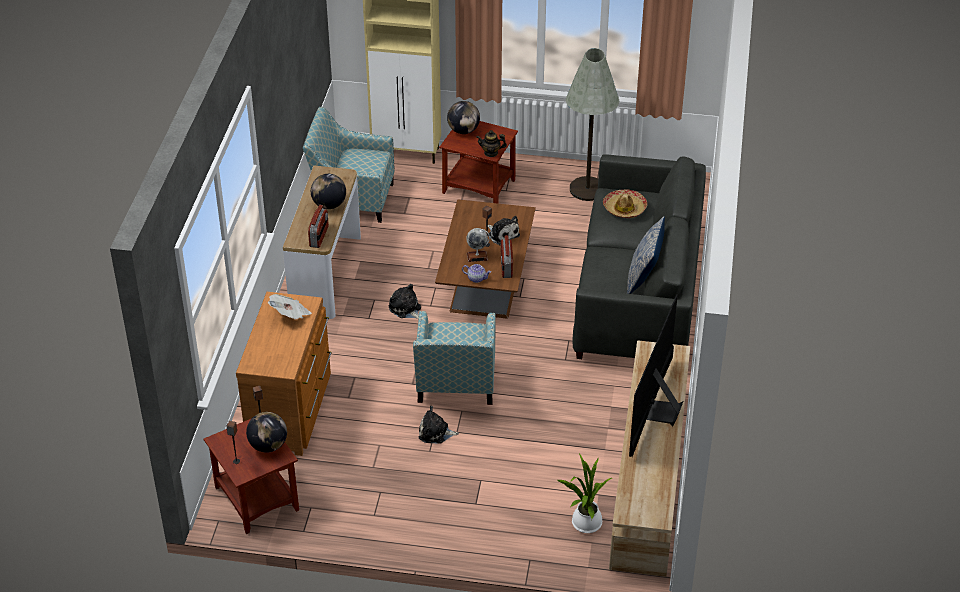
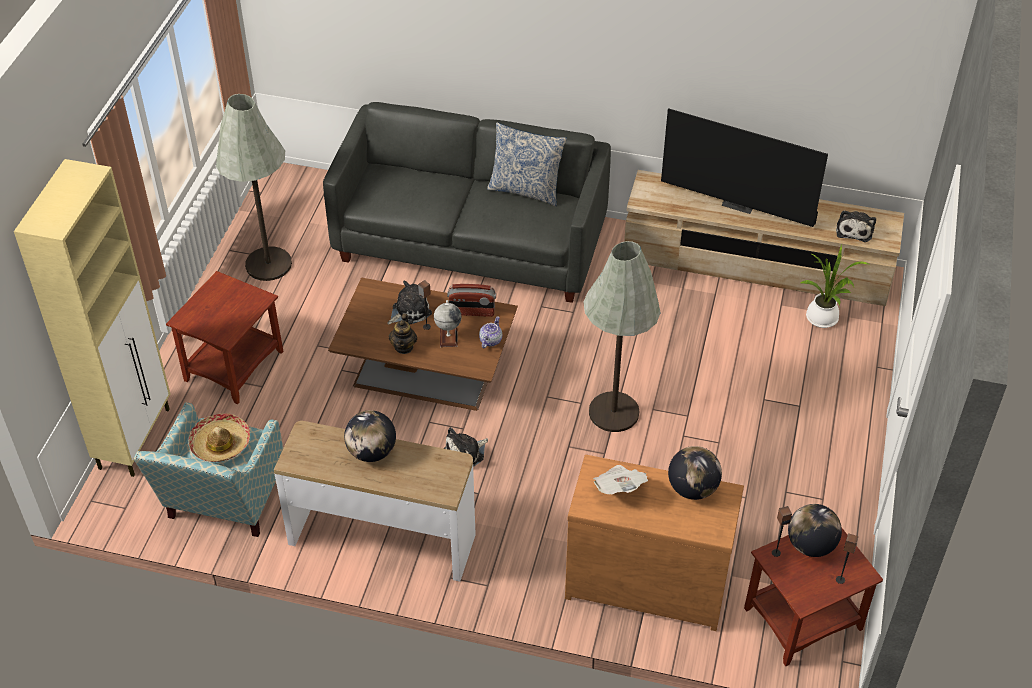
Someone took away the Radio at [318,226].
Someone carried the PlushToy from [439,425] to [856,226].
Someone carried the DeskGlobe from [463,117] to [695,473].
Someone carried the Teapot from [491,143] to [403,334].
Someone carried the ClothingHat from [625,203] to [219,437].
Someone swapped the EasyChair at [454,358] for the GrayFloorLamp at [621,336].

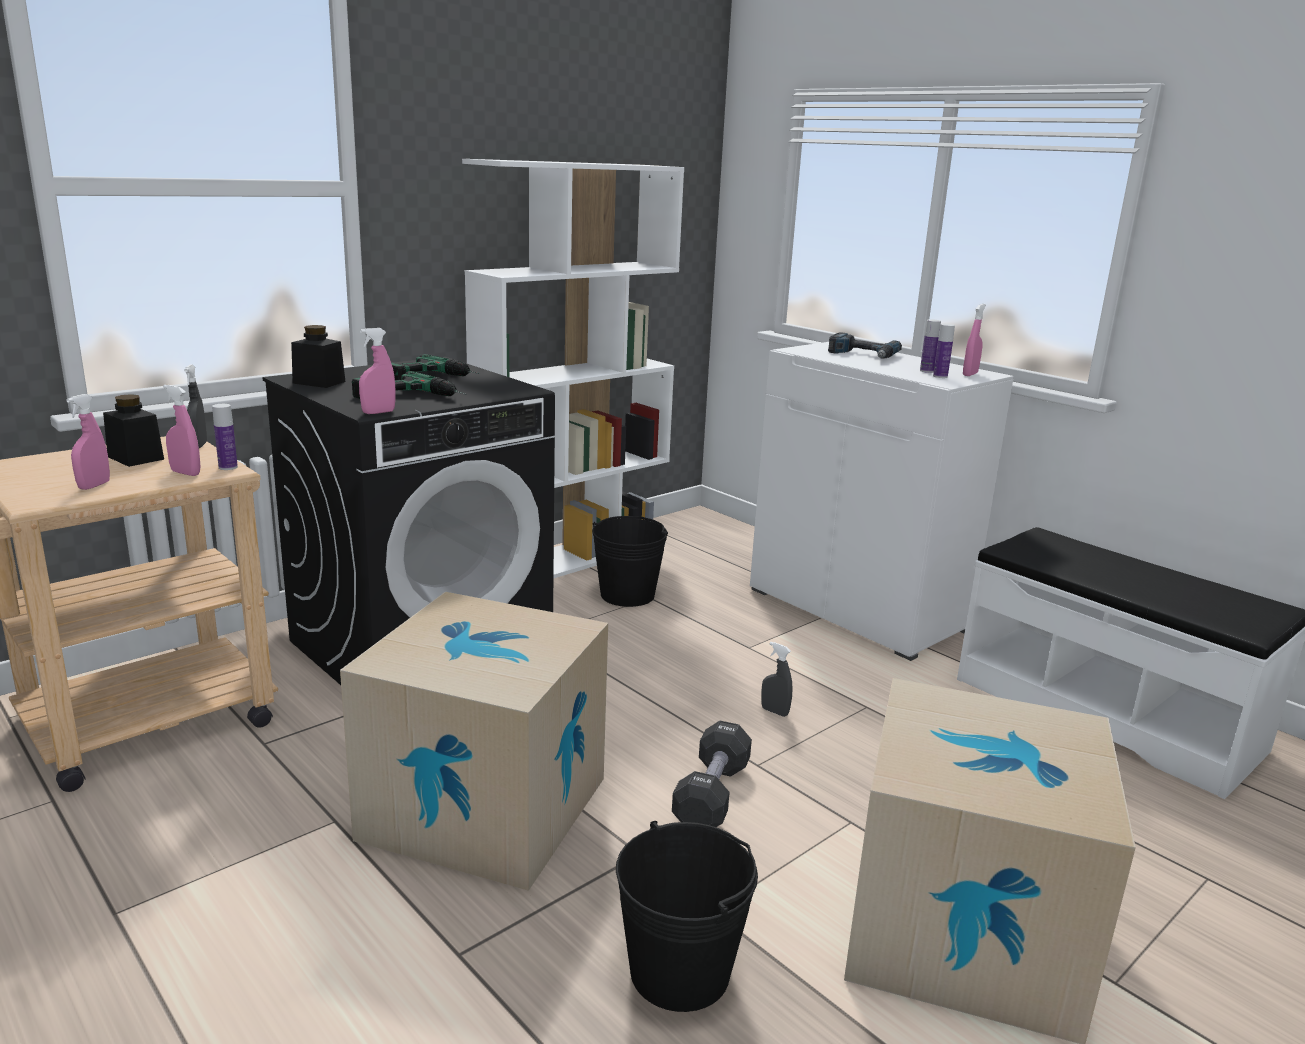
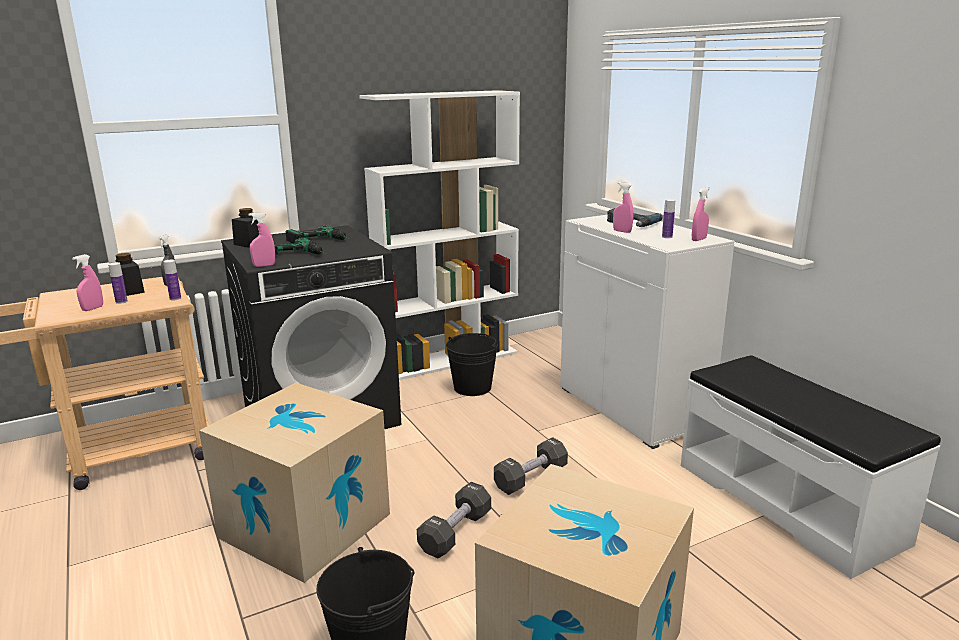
Someone carried the PinkHandSprayer from [181,430] to [623,207].
Someone carried the Bottle from [944,351] to [118,283].
Someone swapped the GrayHandSprayer at [777,679] for the BlackishFreeWeight at [531,466].

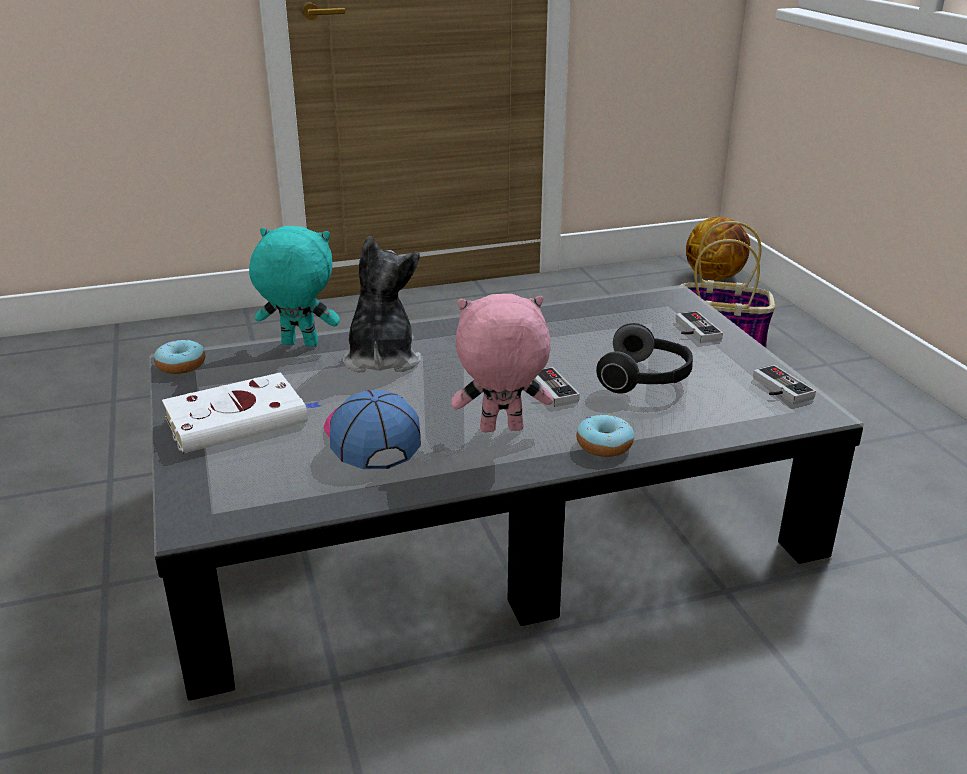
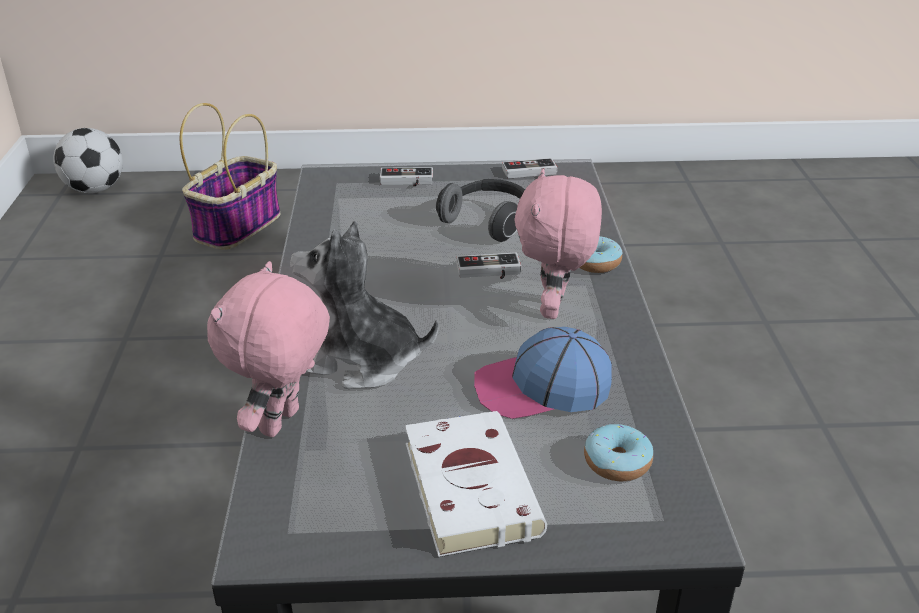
Someone carried the Donut from [179,357] to [618,452].
Someone swapped the BasketballBall at [718,248] for the BallForFootball at [88,160].
Someone repainted the TurquoisePlushToy at [294,286], which became the PinkPlushToy at [268,349].

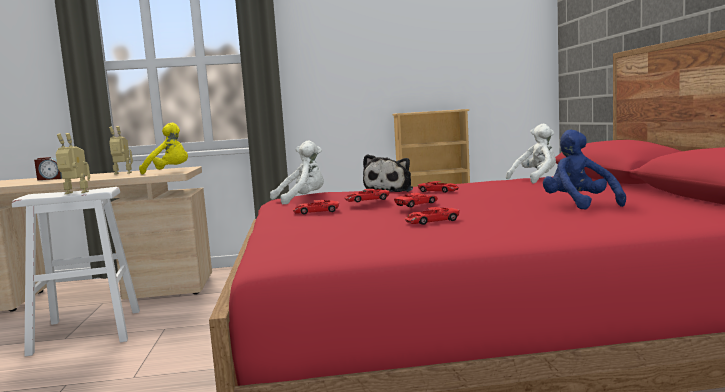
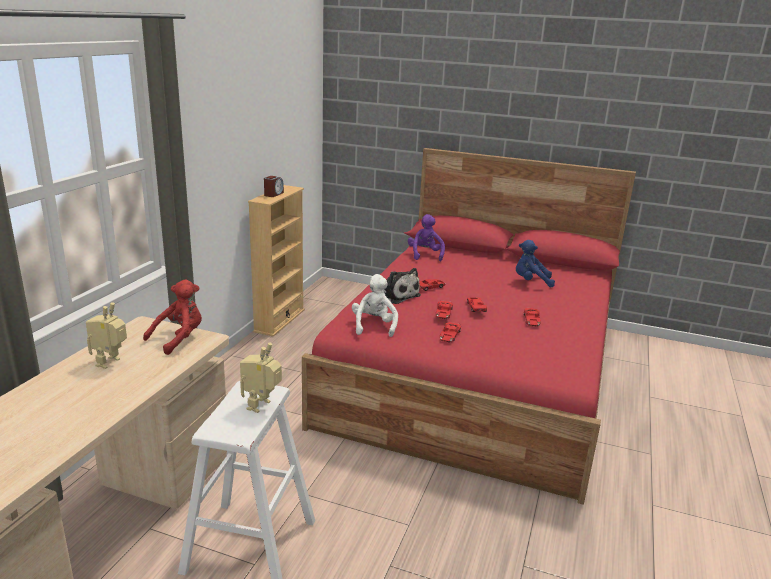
Someone carried the BedsideClock from [48,168] to [274,186].
Someone repainted the YellowPlushToy at [163,149], which became the RedColouredPlushToy at [172,317].
Someone repainted the WhiteColouredPlushToy at [531,154], which became the PurpleColouredPlushToy at [426,237].

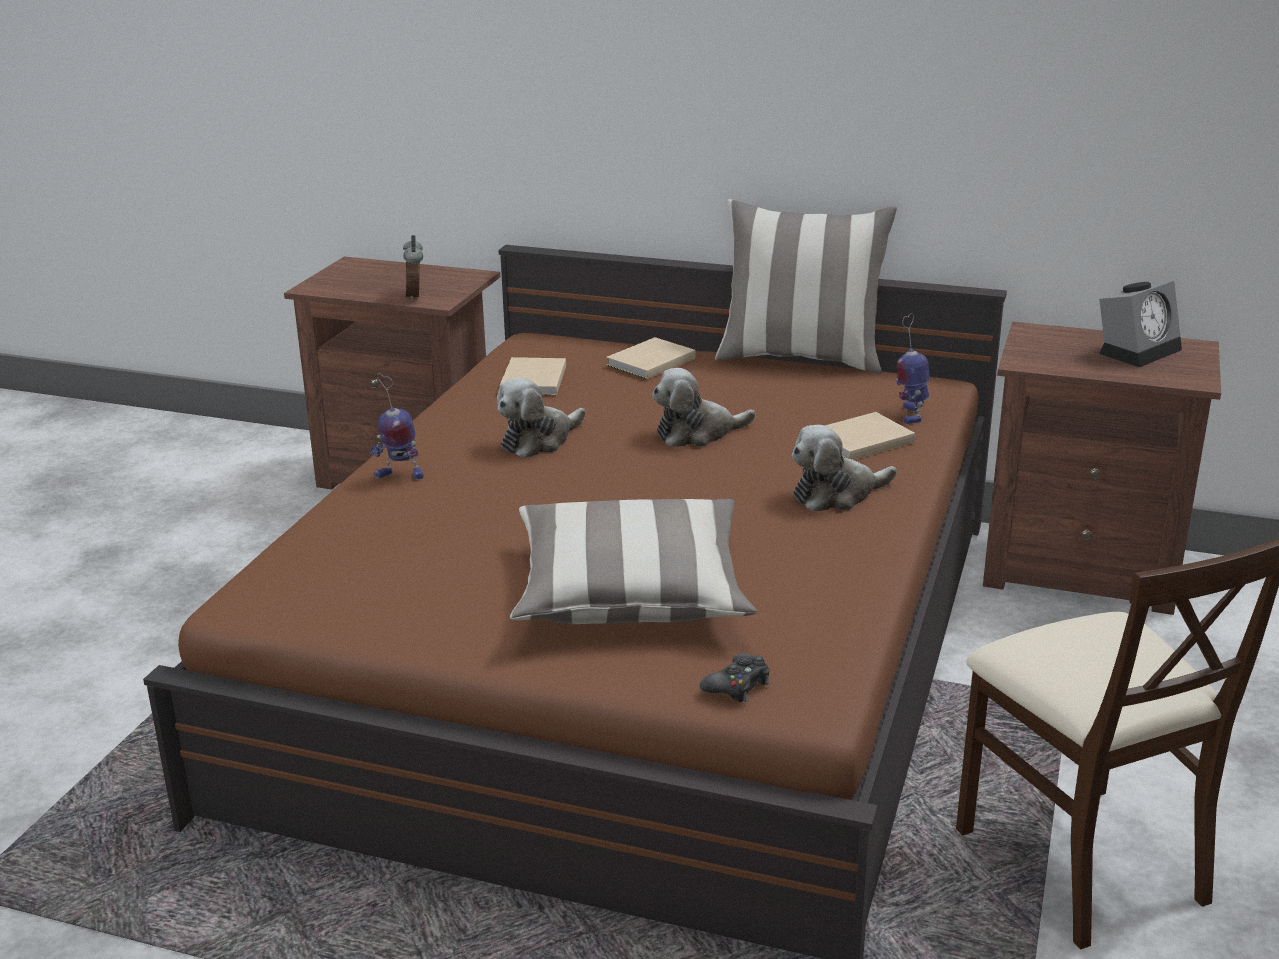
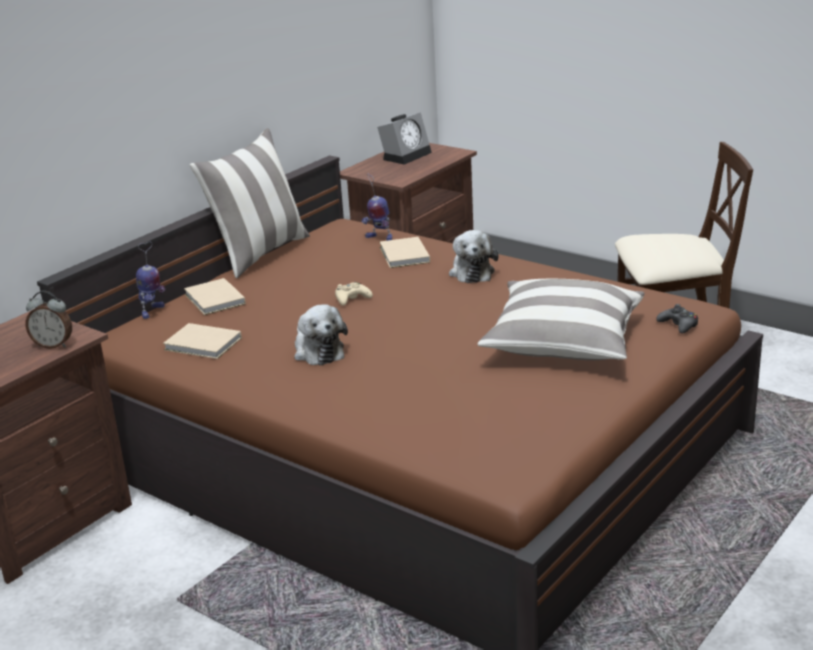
Someone carried the RobotFigure from [397,426] to [150,280].
Someone swapped the PlushToy at [704,407] for the BeigeColouredGameController at [354,294].
Someone rotated the BedsideClock at [1140,324] by 60 degrees clockwise.

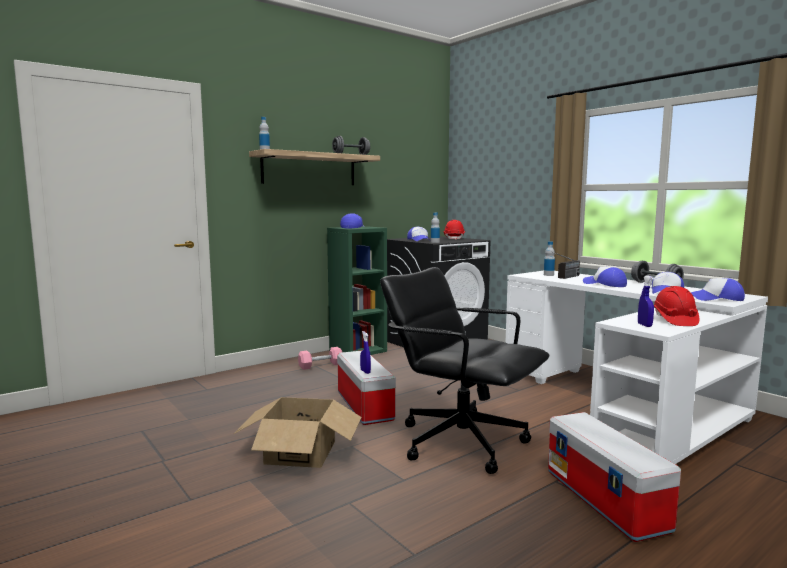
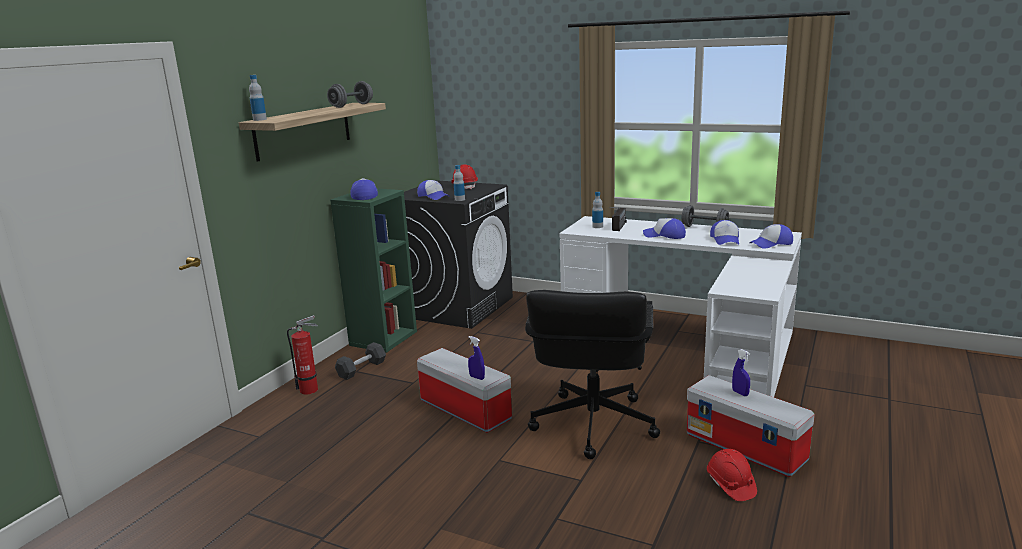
Someone took away the Carton at [297,432].
Someone put down the FireExtinguisher at [302,354].
Someone carried the BlueHandSprayer from [646,301] to [741,372].
Someone carried the RedColouredSafetyHelmet from [676,306] to [732,475].
Someone repainted the PinkFreeWeight at [320,358], which became the BlackishFreeWeight at [360,361].
Someone rotated the BlackishComputerChair at [464,370] by 90 degrees counterclockwise.

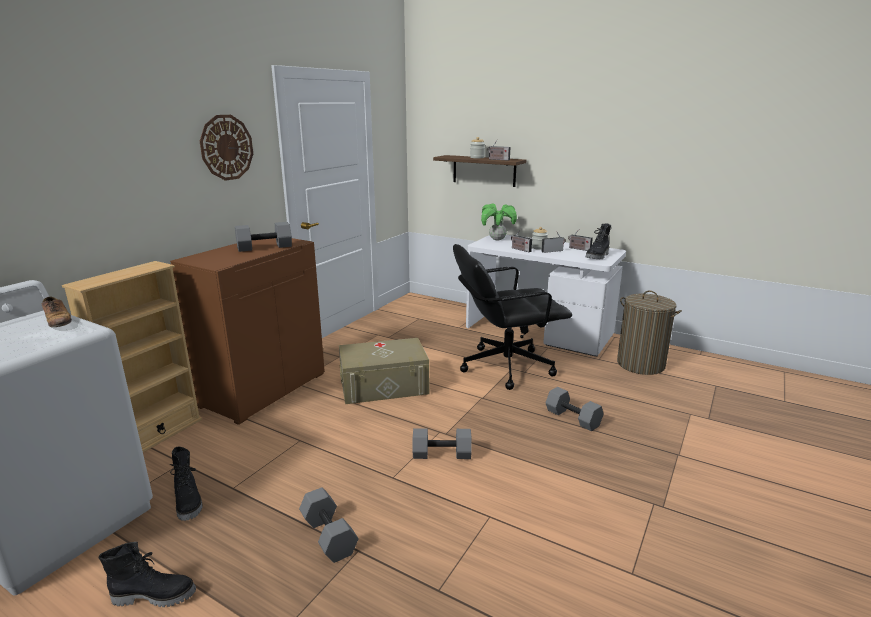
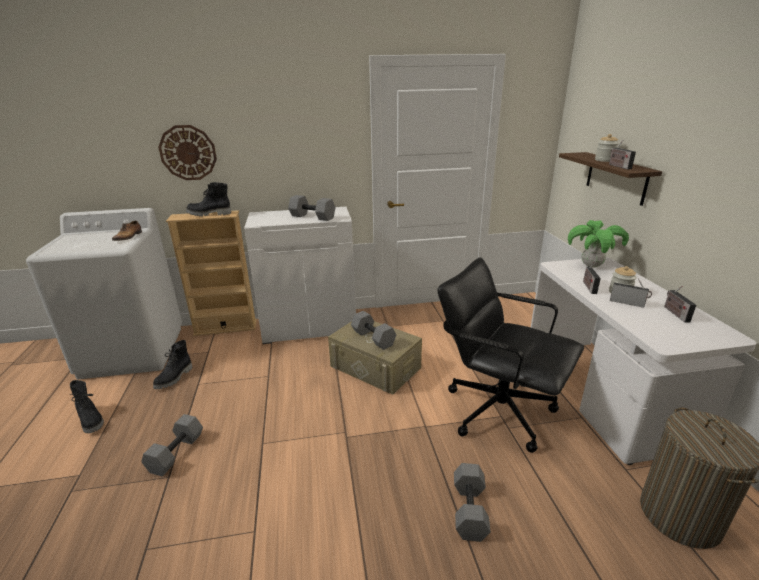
Someone carried the HangingClock from [226,148] to [187,152].
Someone carried the GrayFreeWeight from [442,443] to [373,330].
Someone carried the BlackishTallBoot from [598,241] to [208,199].
Someone repainted the BrownishCupboard at [247,331], which became the WhiteColouredCupboard at [300,275].

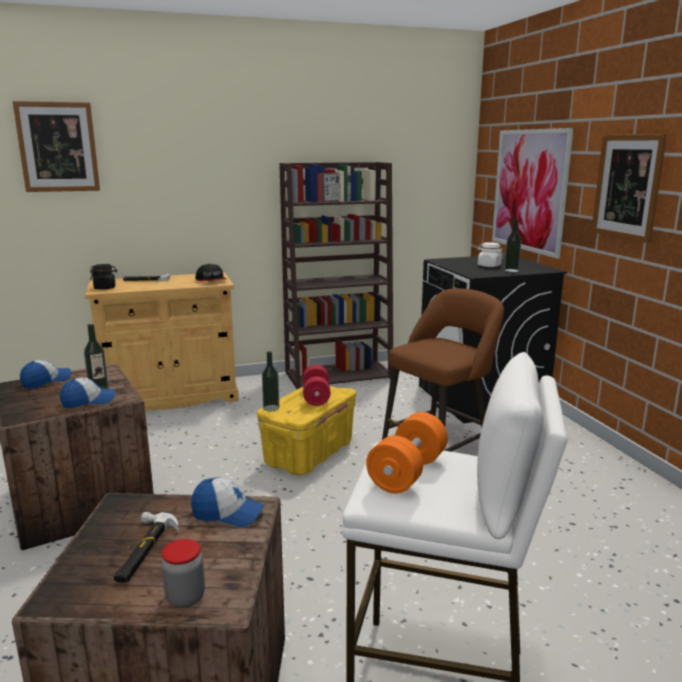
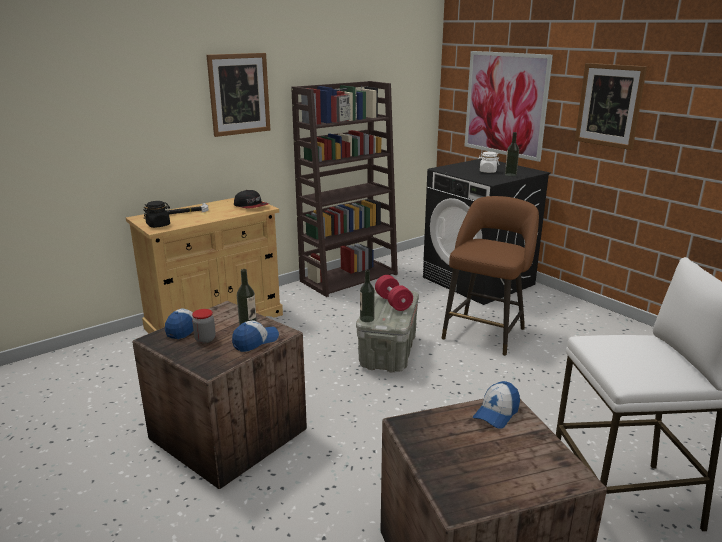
Someone took away the Hammer at [146,547].
Someone took away the OrangeFreeWeight at [407,453].
Someone carried the WallArt from [56,146] to [238,95].
Someone carried the Jar from [183,573] to [204,326].
Someone repainted the YellowStorageContainer at [306,430], which became the GrayStorageContainer at [387,331].
Someone rotated the BaseballCap at [228,502] by 135 degrees clockwise.

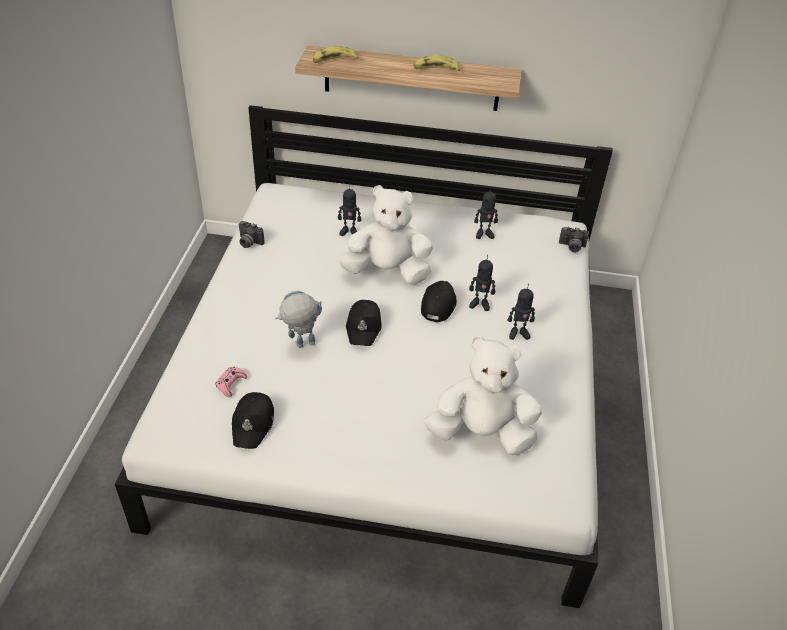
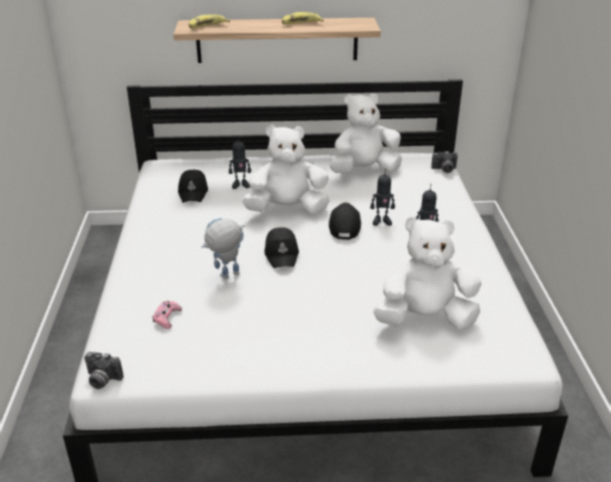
Someone carried the BlackishBaseballCap from [253,420] to [193,186].
Someone carried the StillCamera from [252,234] to [103,370].
Someone swapped the RobotFigure at [486,212] for the WhiteColouredPlushToy at [365,133].

